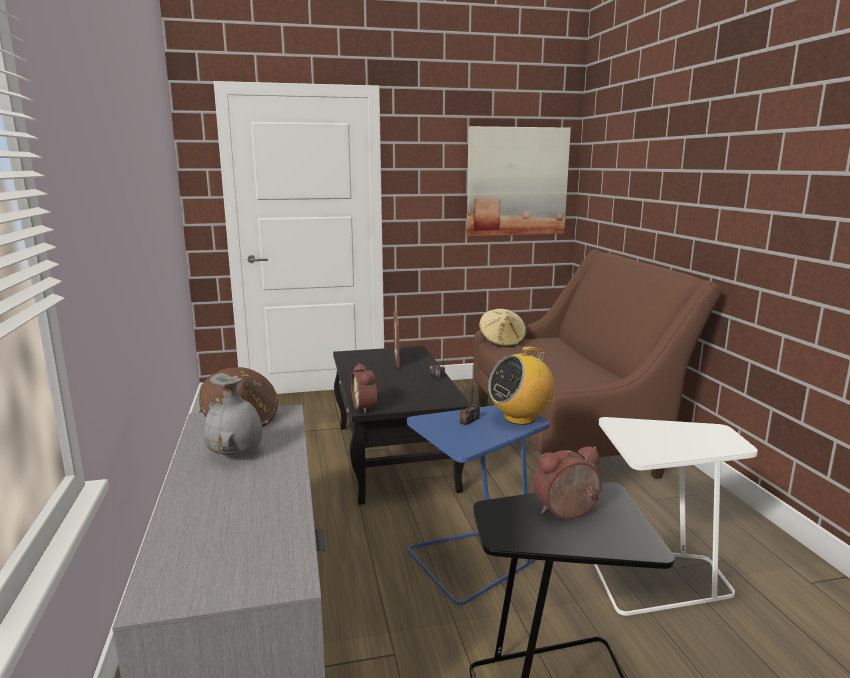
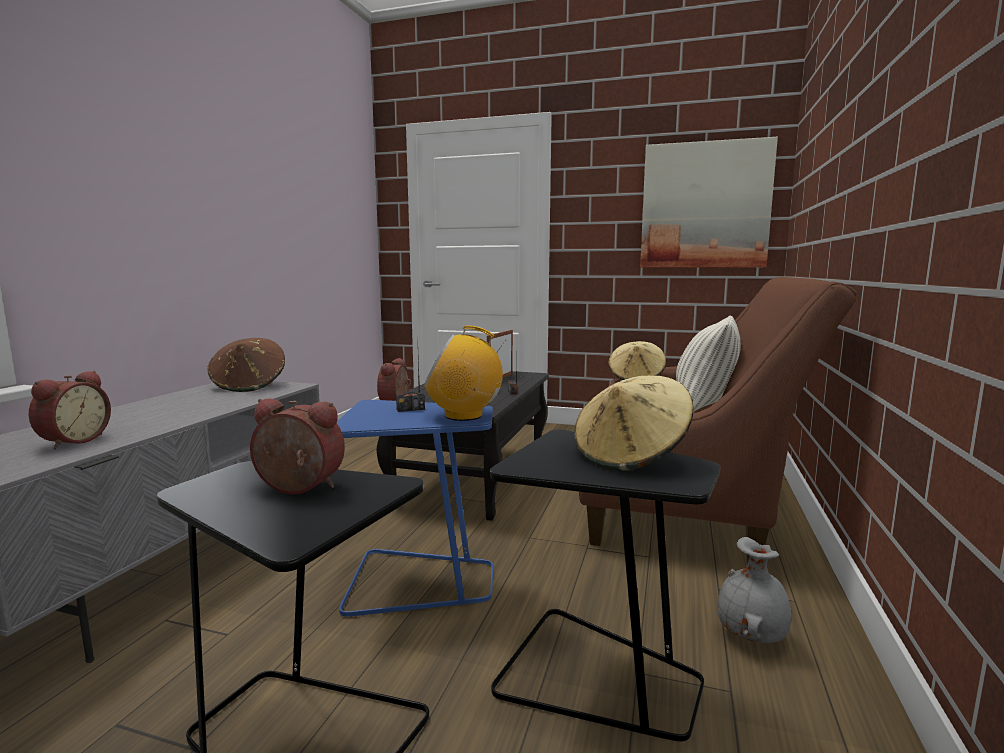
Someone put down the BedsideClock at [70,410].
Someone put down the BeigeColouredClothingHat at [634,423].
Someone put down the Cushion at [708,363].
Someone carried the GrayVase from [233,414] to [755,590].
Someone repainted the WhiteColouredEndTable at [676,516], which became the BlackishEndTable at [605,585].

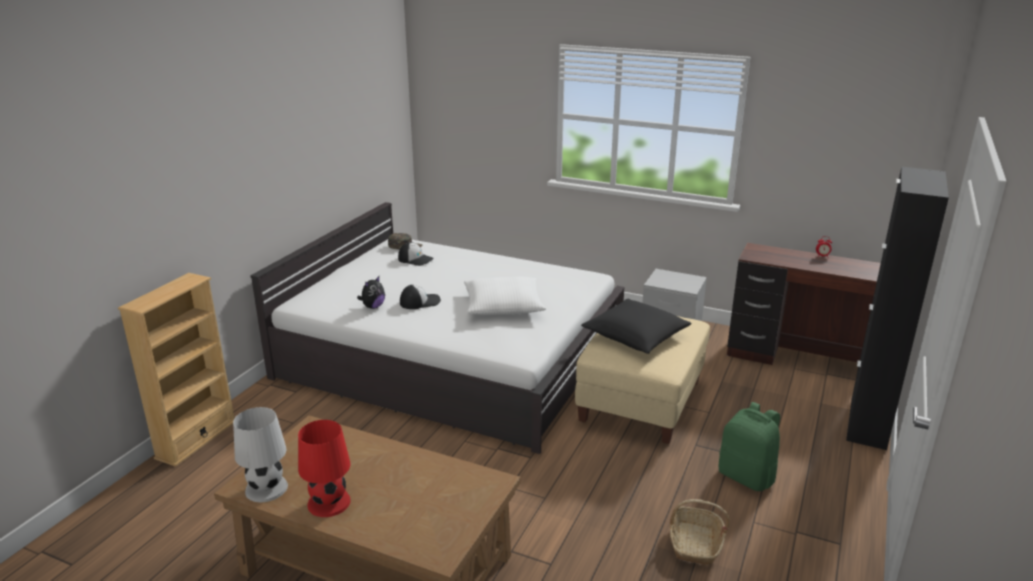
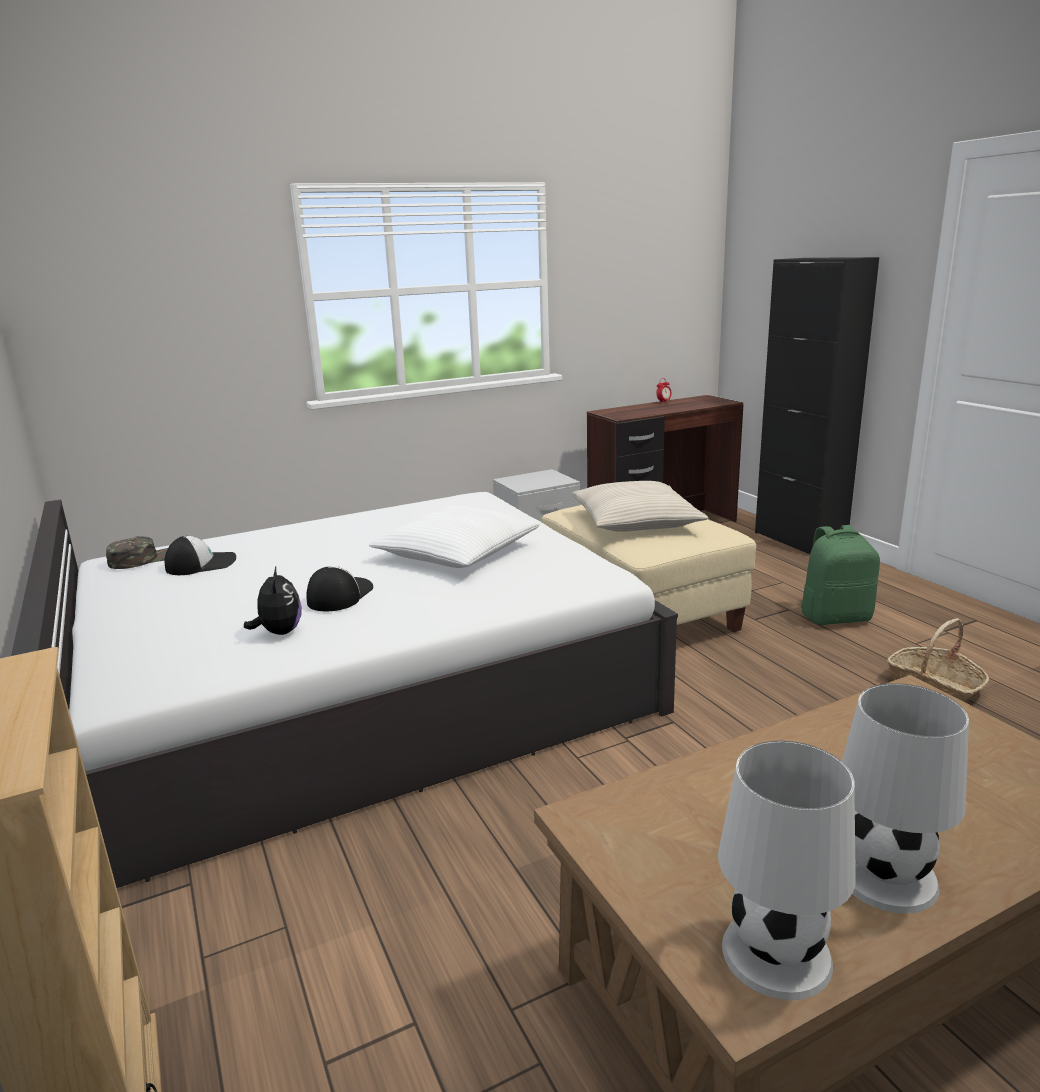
Someone repainted the RedColouredTabletopLamp at [324,468], which became the WhiteColouredTabletopLamp at [905,798].
Someone repainted the BlackishCushion at [636,326], which became the BeigeColouredCushion at [640,506].

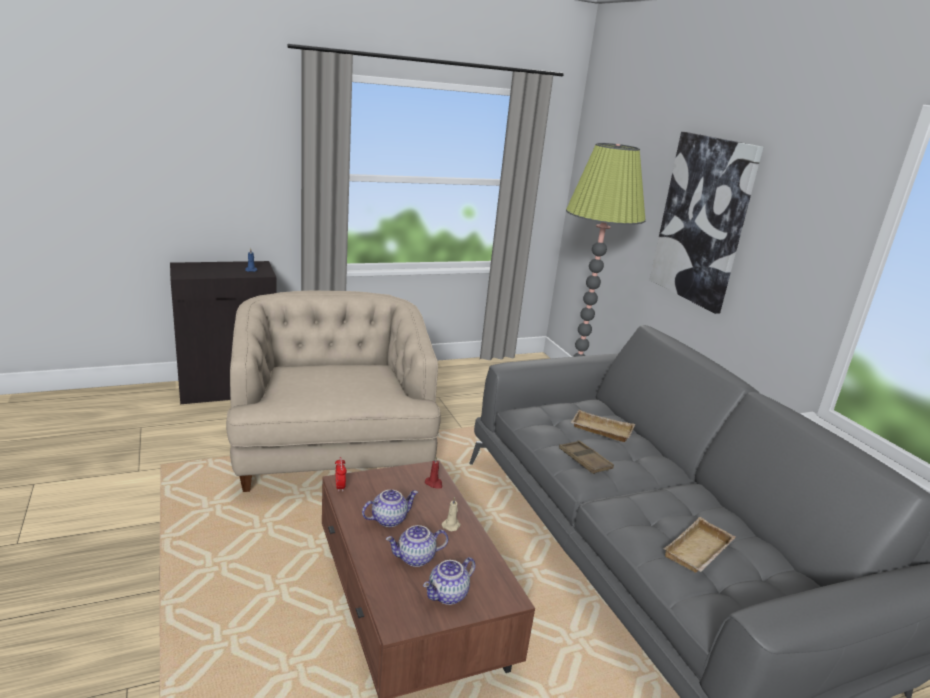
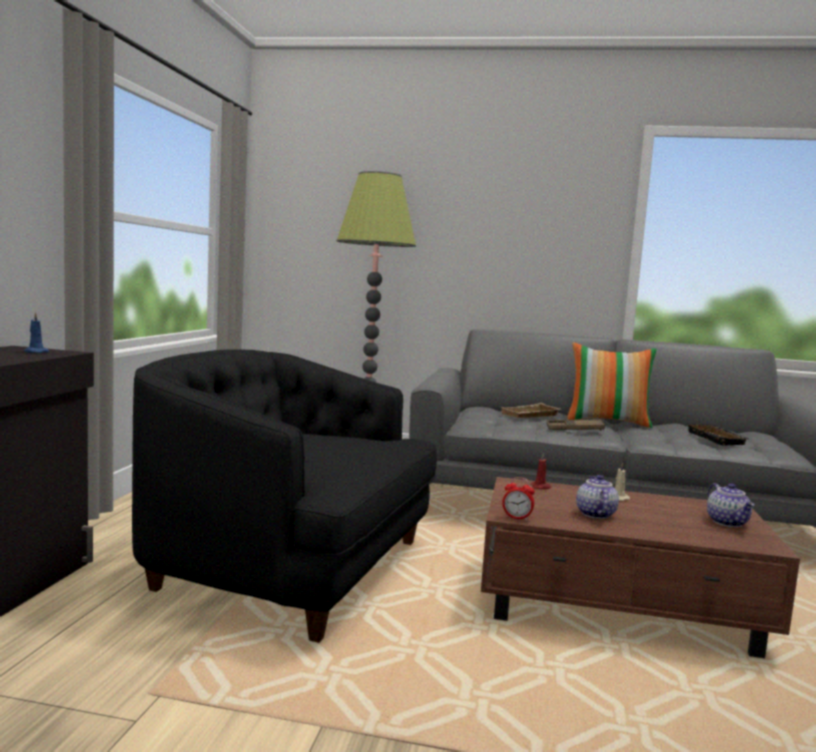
Someone took away the Teapot at [417,546].
Someone took away the WallArt at [706,223].
Someone put down the Cushion at [612,385].
Someone repainted the BeigeColouredEasyChair at [333,391], which became the BlackishEasyChair at [284,496].
Someone repainted the BeigeColouredCarryingTray at [699,545], which became the BlackishCarryingTray at [719,434].

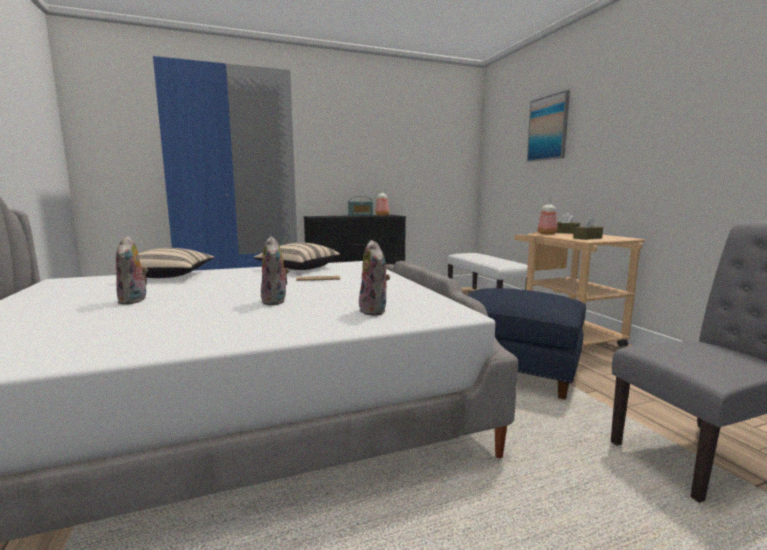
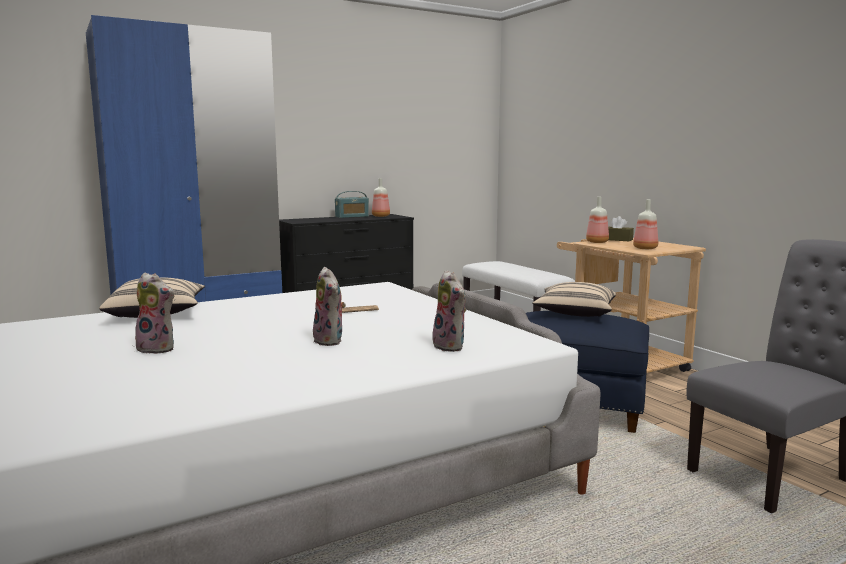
Someone took away the WallArt at [548,126].
Someone carried the BeigeColouredCushion from [297,256] to [574,299].
Someone swapped the BrownishBoxOfTissues at [588,228] for the Bottle at [645,224].
Someone rotated the PlushToy at [132,270] by 45 degrees counterclockwise.

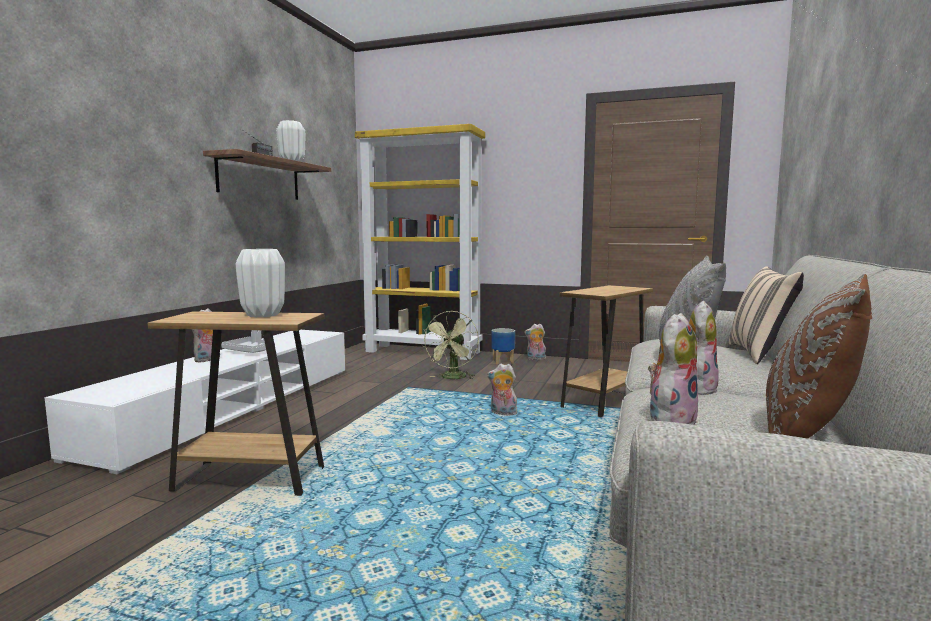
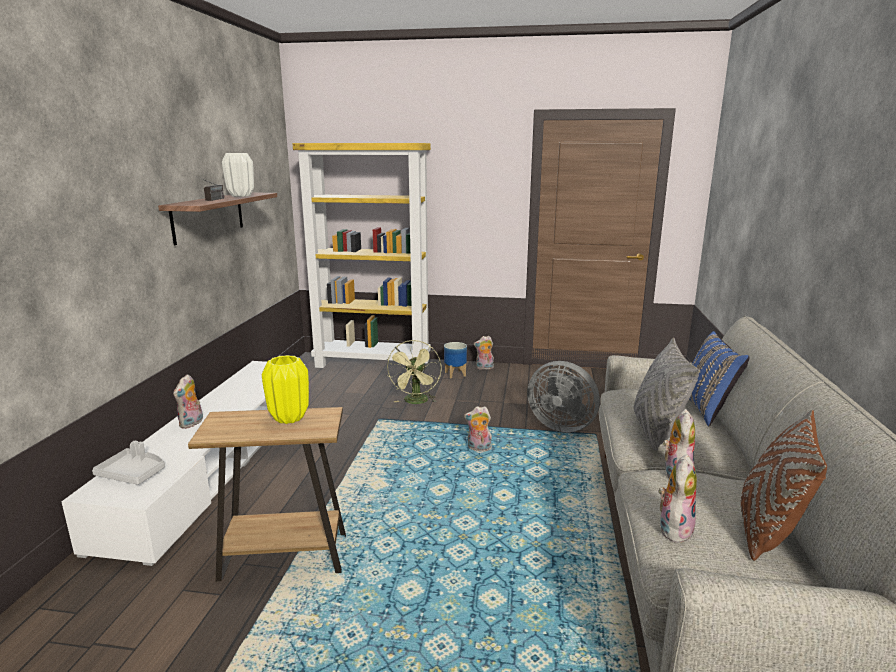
Someone carried the GrayCarryingTray from [248,341] to [128,463].
Someone swapped the BrownishEndTable at [606,351] for the GrayCoolingFan at [563,397].
Someone repainted the WhiteColouredVase at [260,283], which became the YellowVase at [285,389].
Someone repainted the BeigeColouredCushion at [766,315], which became the BlueCushion at [719,378].

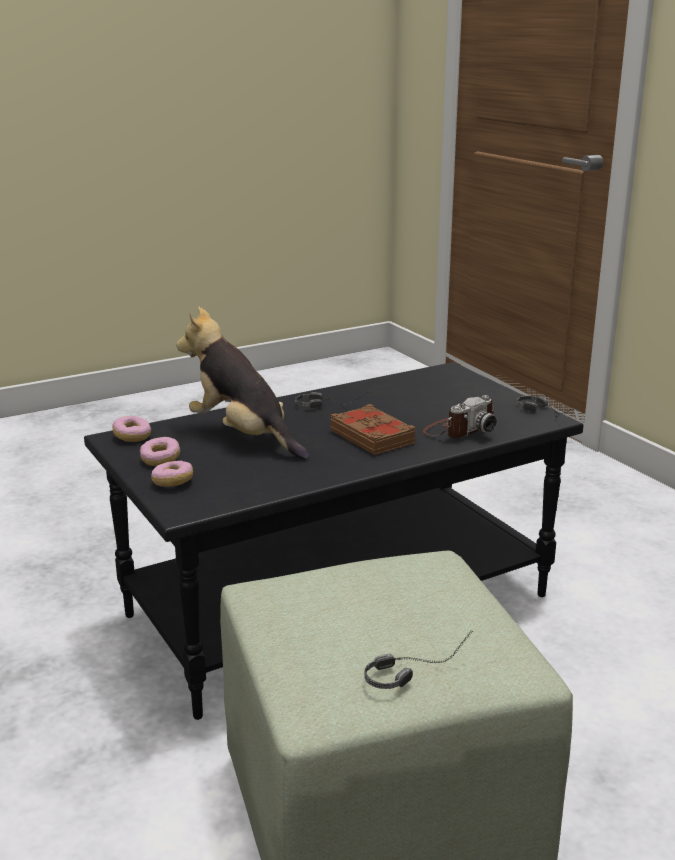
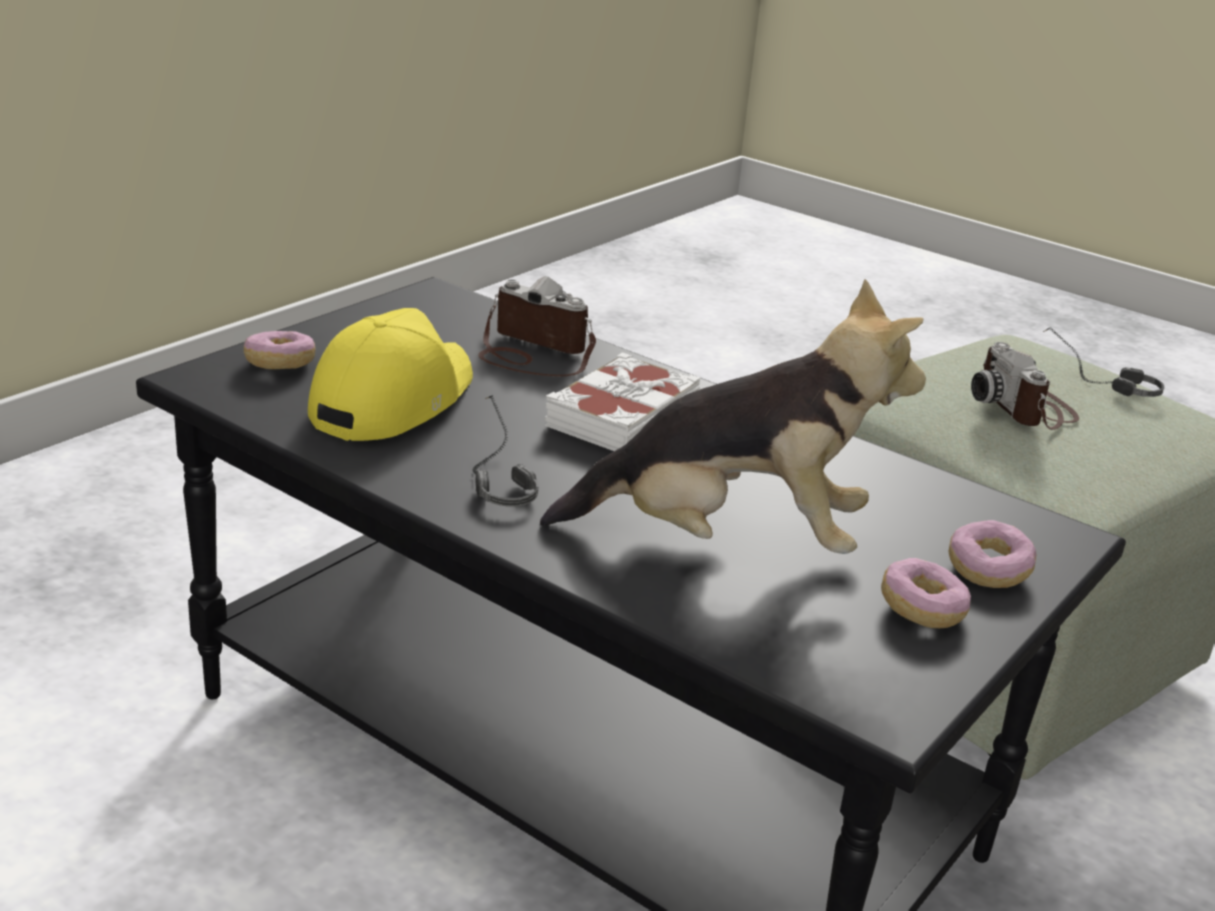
Someone took away the Headphones at [547,406].
Someone put down the YellowBaseballCap at [390,374].
Someone put down the StillCamera at [1025,386].
Someone carried the Donut from [131,429] to [279,350].
Someone repainted the BrownishVolume at [373,429], which became the WhiteColouredVolume at [622,401].
Someone rotated the PlushToy at [242,383] by 105 degrees counterclockwise.

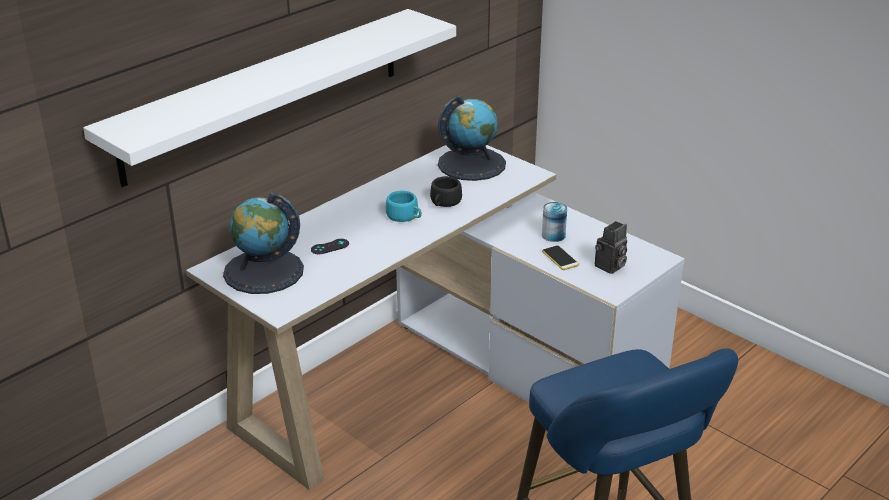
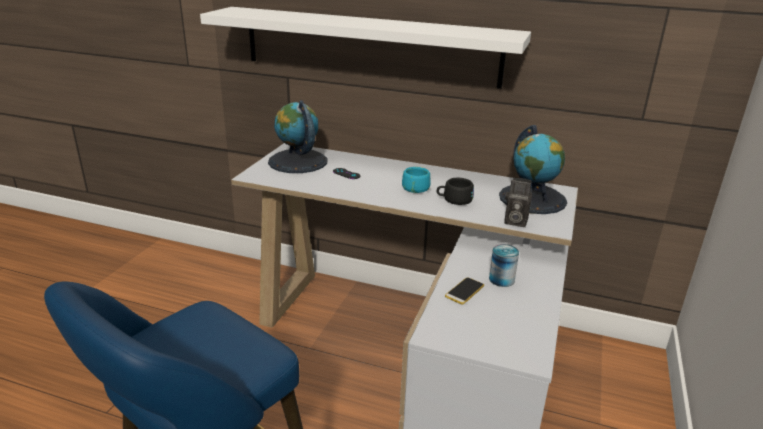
Someone carried the StillCamera from [611,247] to [518,202].

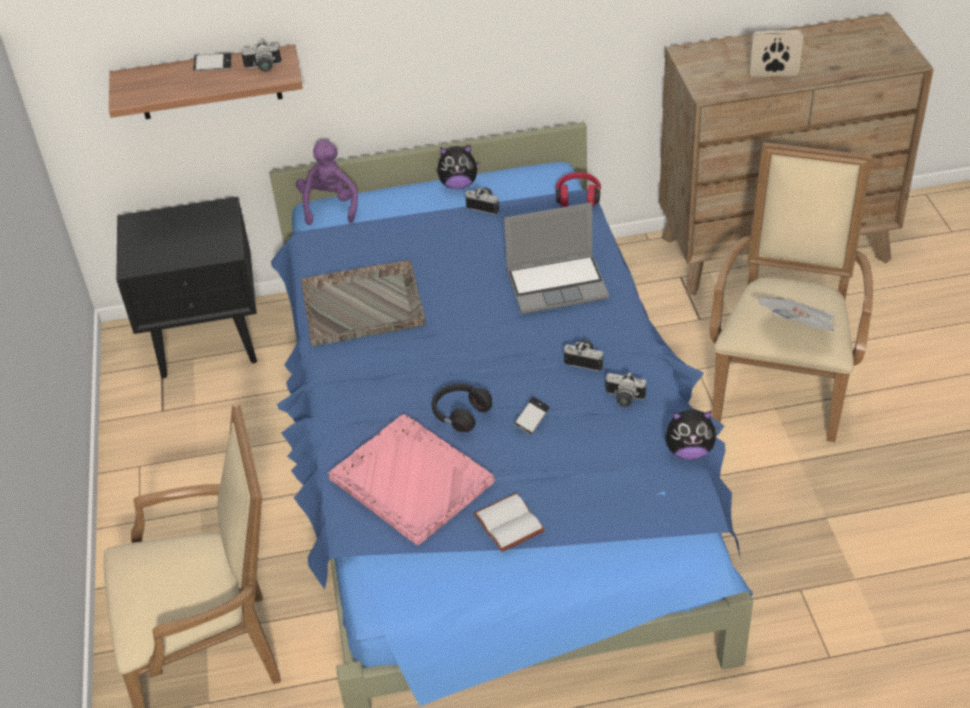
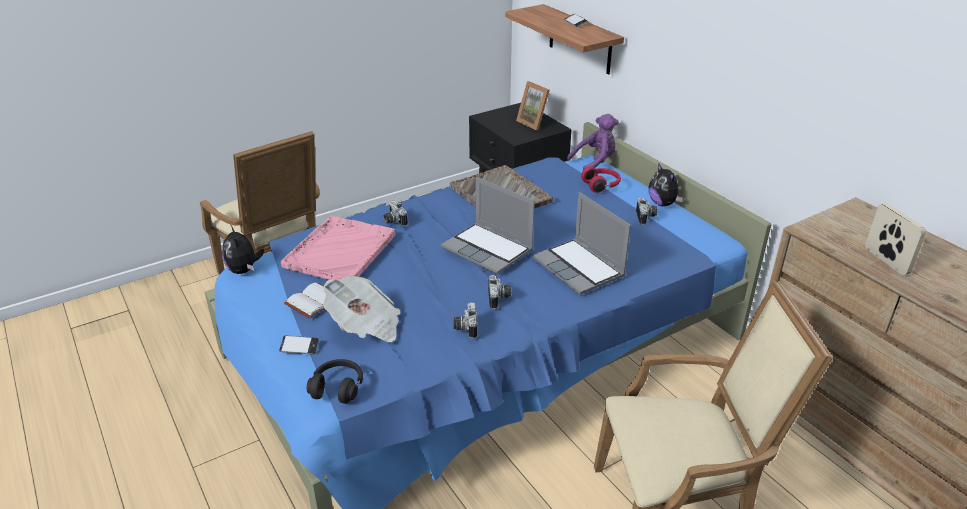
Someone put down the NotebookComputer at [488,225].
Someone put down the PictureFrame at [533,105].
Someone carried the StillCamera from [261,56] to [396,213].
Someone carried the BlackishHeadphones from [462,408] to [335,381].
Someone carried the Handset from [532,416] to [299,345].
Someone carried the RedColouredHeadphones from [578,189] to [601,179].
Someone carried the PlushToy from [691,434] to [243,249].
Someone carried the Newspaper from [797,313] to [361,309].

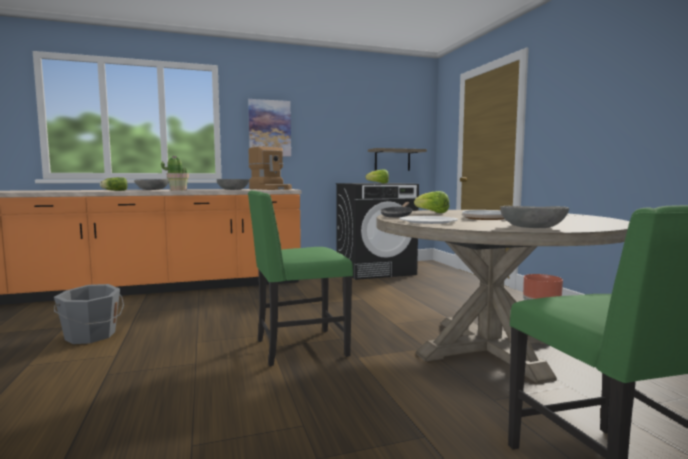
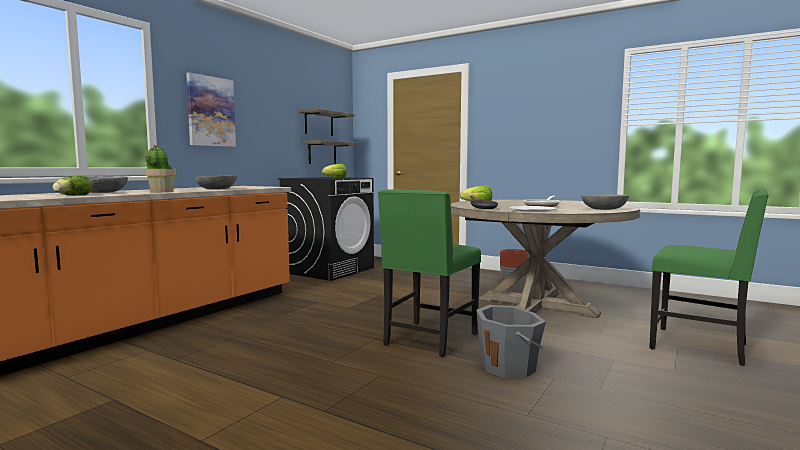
Someone took away the CoffeeBrewer at [270,168].
Someone put up the WallShelf at [326,122].
Someone carried the GrayWaterBucket from [89,314] to [511,341].

